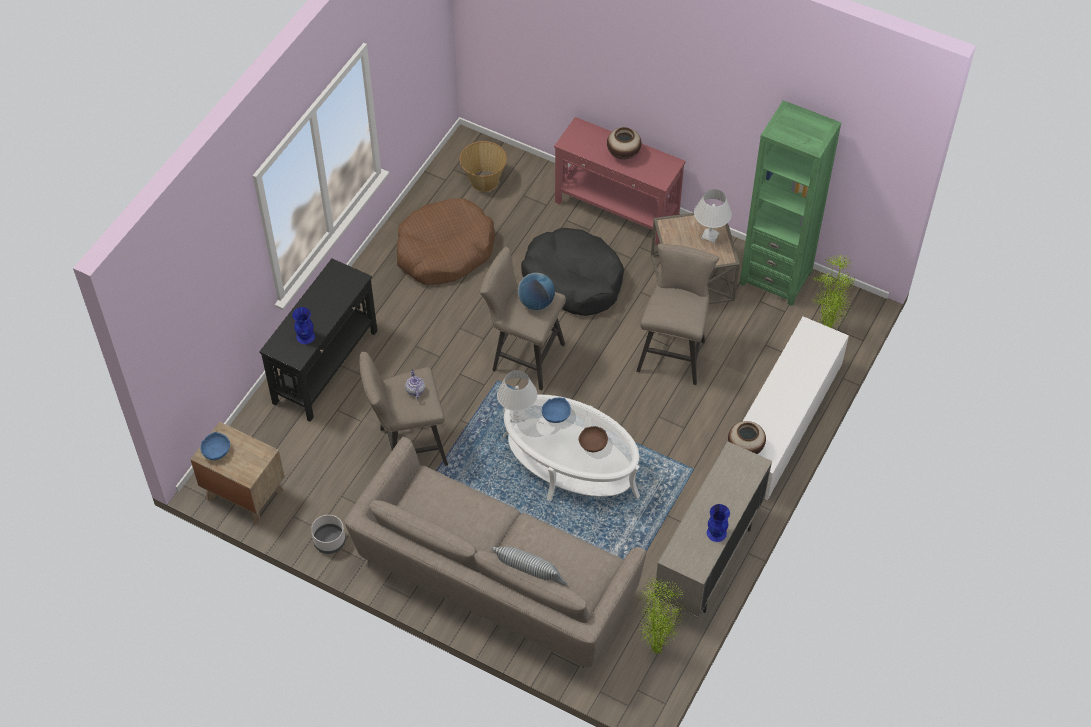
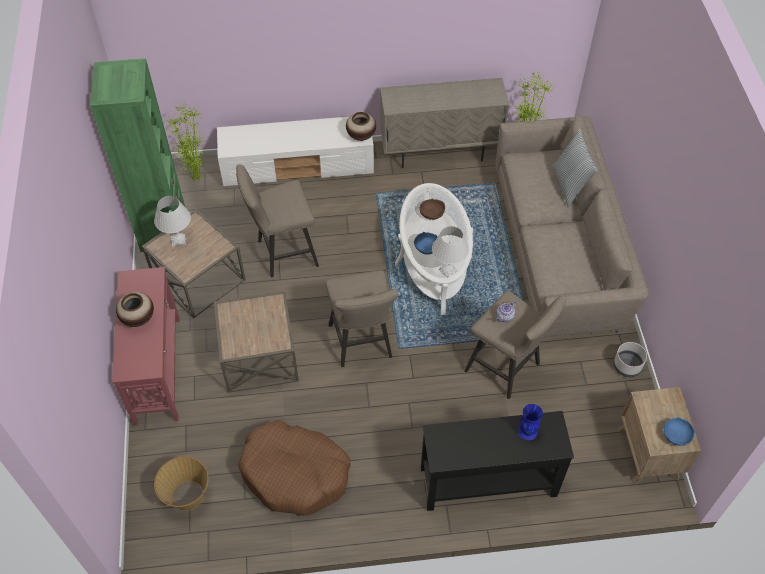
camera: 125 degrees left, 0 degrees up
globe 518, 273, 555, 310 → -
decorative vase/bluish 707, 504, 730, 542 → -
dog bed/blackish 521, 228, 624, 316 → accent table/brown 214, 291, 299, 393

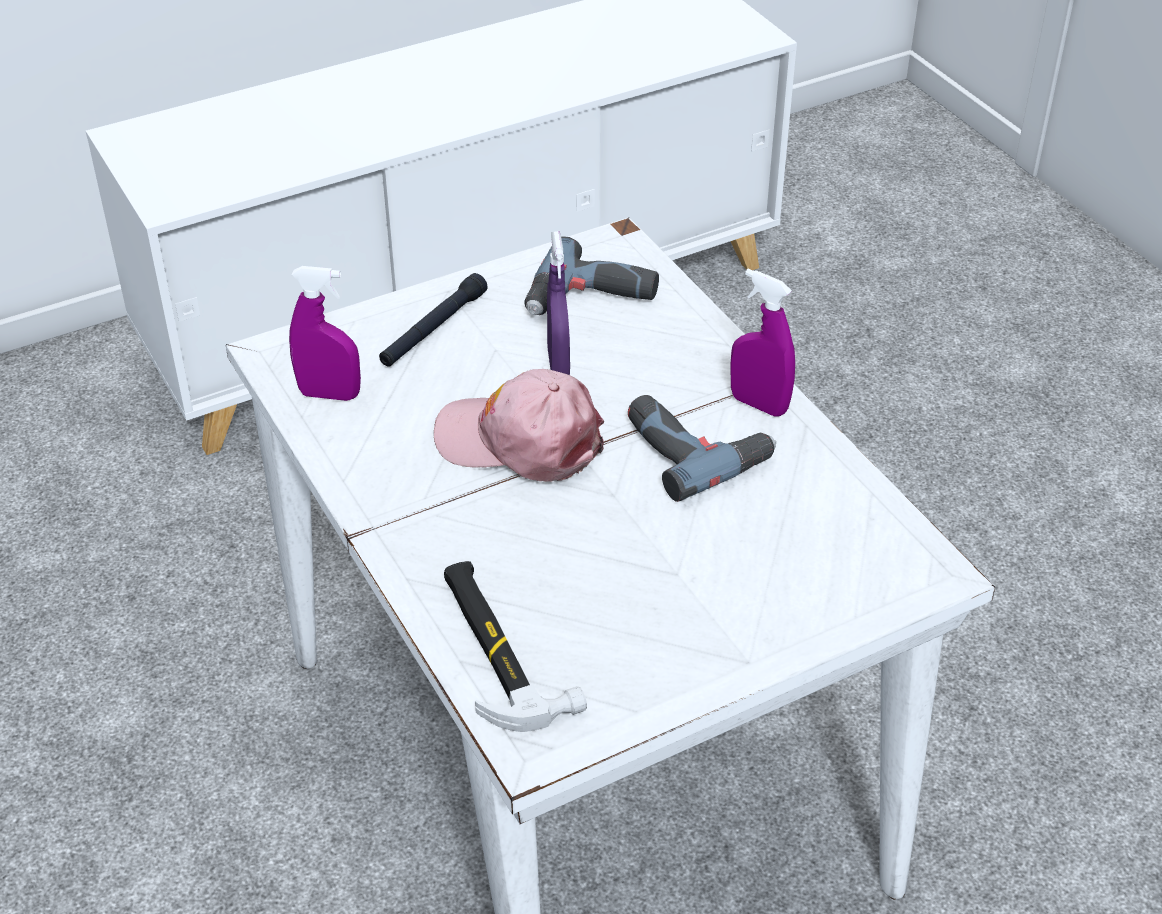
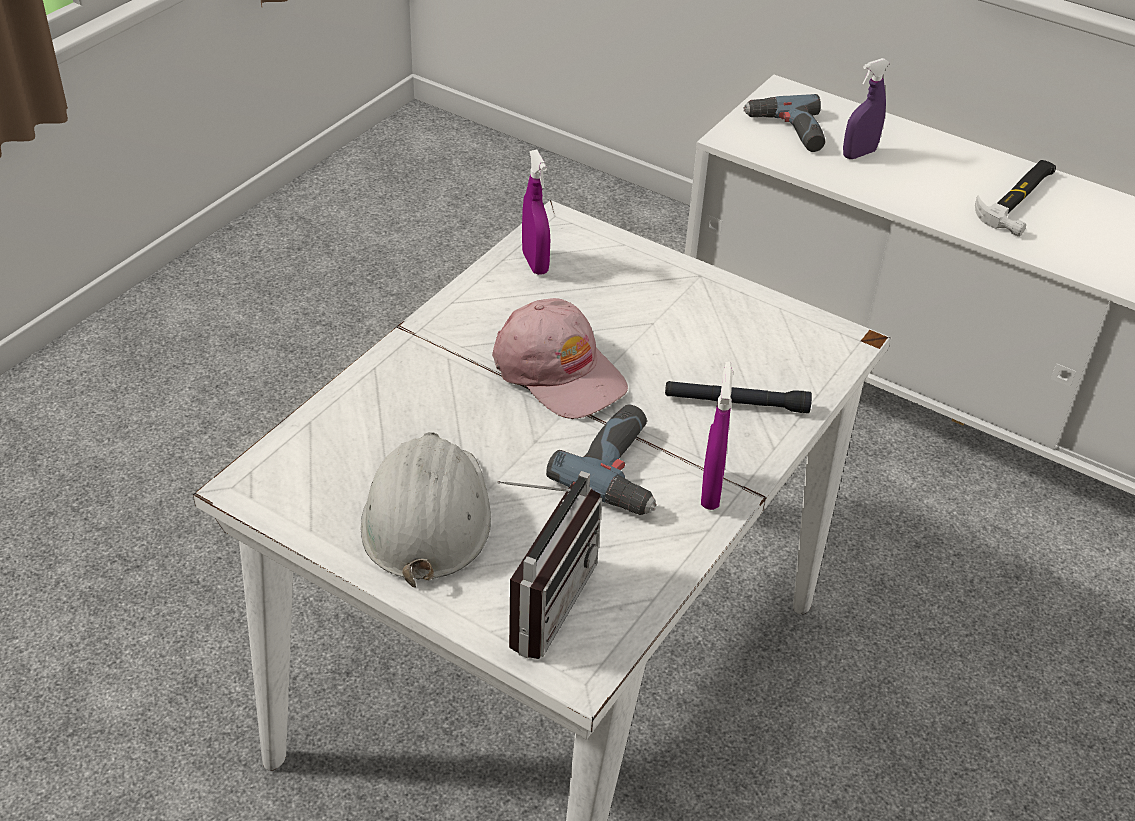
camera: 60 degrees right, 0 degrees up
- → safety helmet/whitish 361, 432, 491, 588
- → radio receiver 497, 471, 602, 659
flashlight/blackish 379, 273, 488, 367 → flashlight/blackish 665, 381, 812, 413, relocated
tool hammer 444, 561, 587, 732 → tool hammer 975, 160, 1056, 237, relocated
drill 524, 237, 659, 315 → drill 743, 94, 825, 152, relocated
spray bottle/purple-coloured 547, 231, 570, 375 → spray bottle/purple-coloured 843, 58, 890, 159, relocated
cap/pink-coloured 434, 369, 605, 482 → cap/pink-coloured 492, 298, 628, 419, 150 degrees clockwise

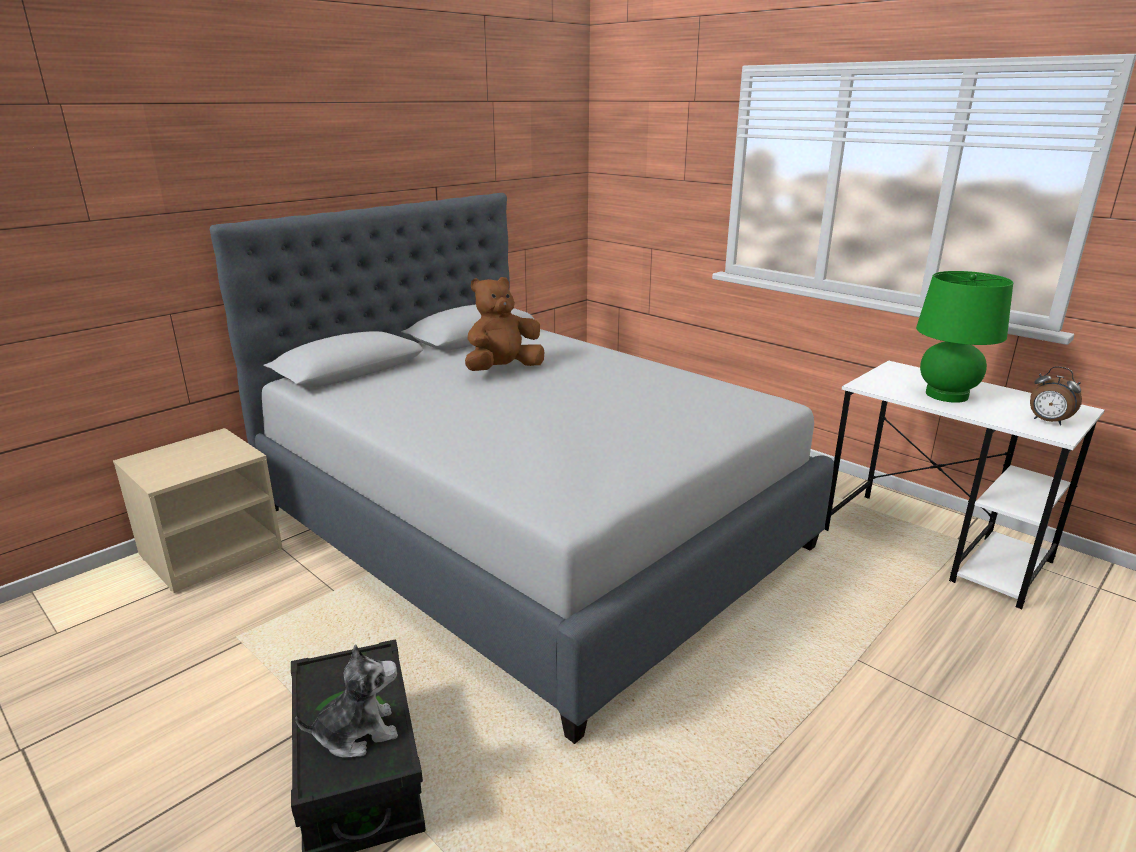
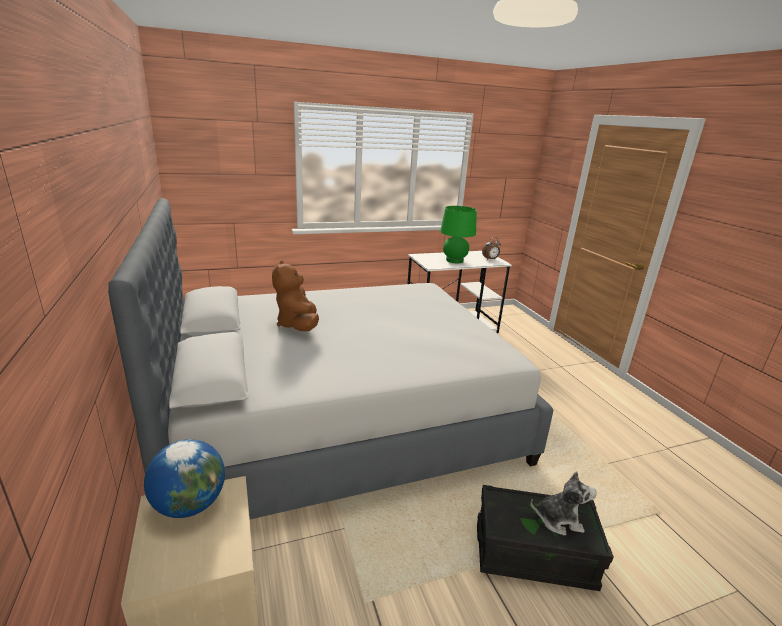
camera: 65 degrees left, 0 degrees up
- → globe 144, 439, 225, 518
plush toy 295, 644, 398, 758 → plush toy 531, 471, 597, 535, 90 degrees clockwise

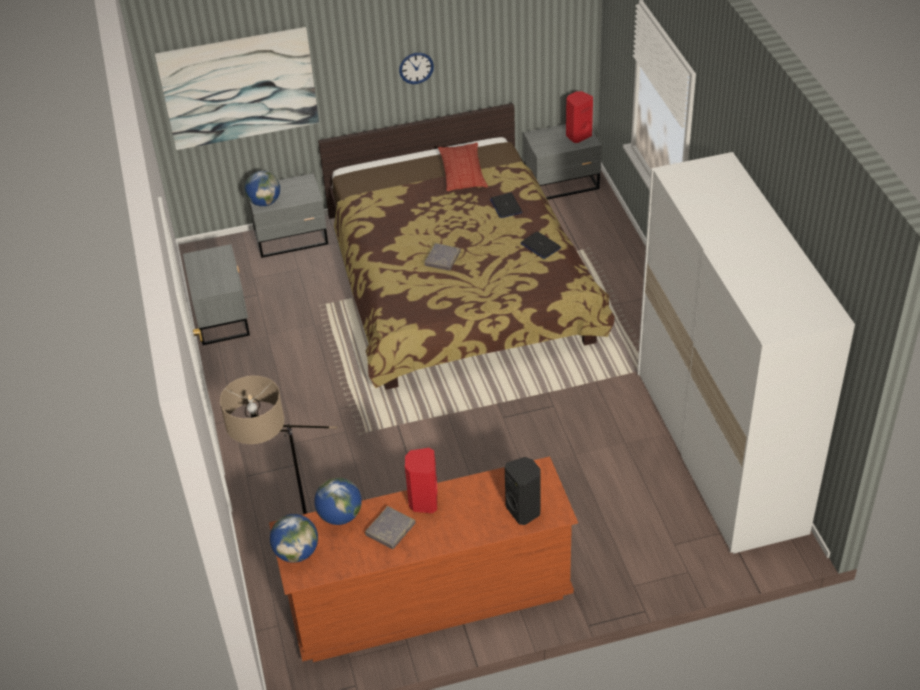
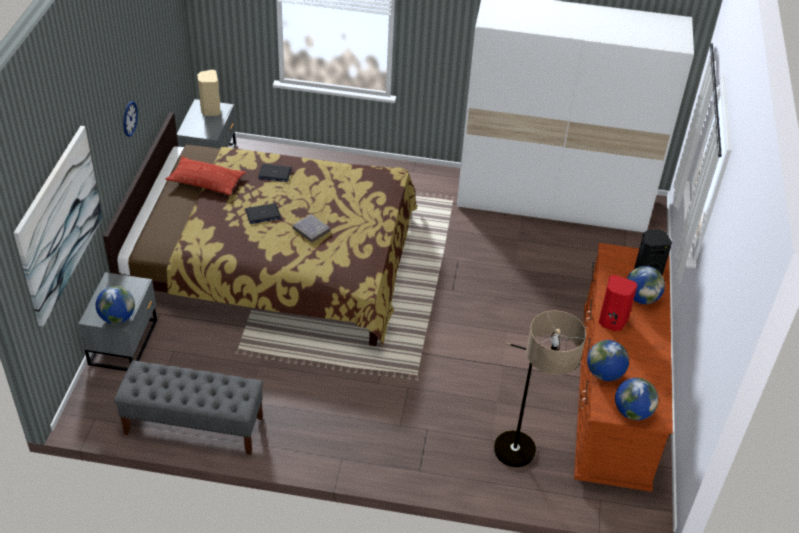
camera: 70 degrees left, 0 degrees up
book/greyish 365, 506, 415, 549 → -
- → globe 627, 266, 665, 304
portable computer 521, 232, 561, 259 → portable computer 245, 203, 281, 224, relocated
night table/greyish 183, 244, 250, 345 → bench/greyish 114, 360, 263, 455
loudspeaker/red 566, 91, 593, 143 → loudspeaker/beige-coloured 197, 70, 221, 116

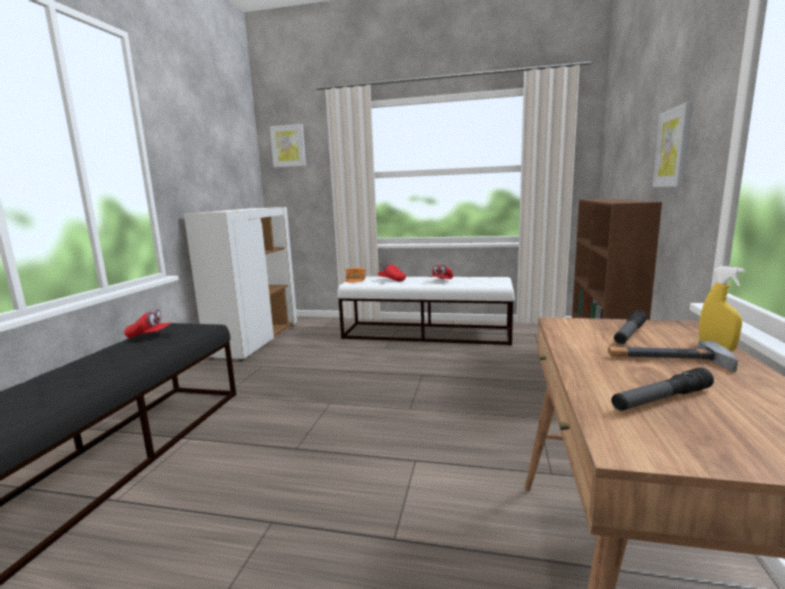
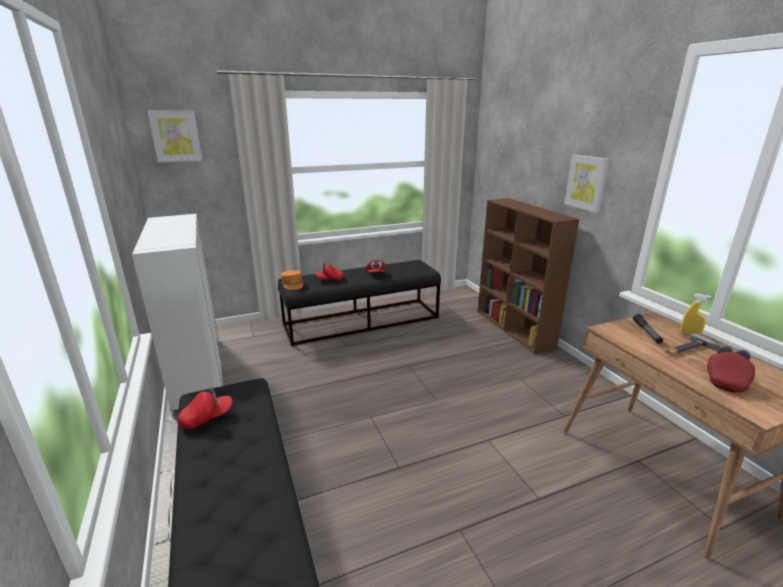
camera: 35 degrees left, 10 degrees up
flashlight 611, 368, 714, 411 → cap/red 707, 346, 755, 393
bench/whitish 337, 276, 515, 345 → bench/blackish 278, 260, 441, 346

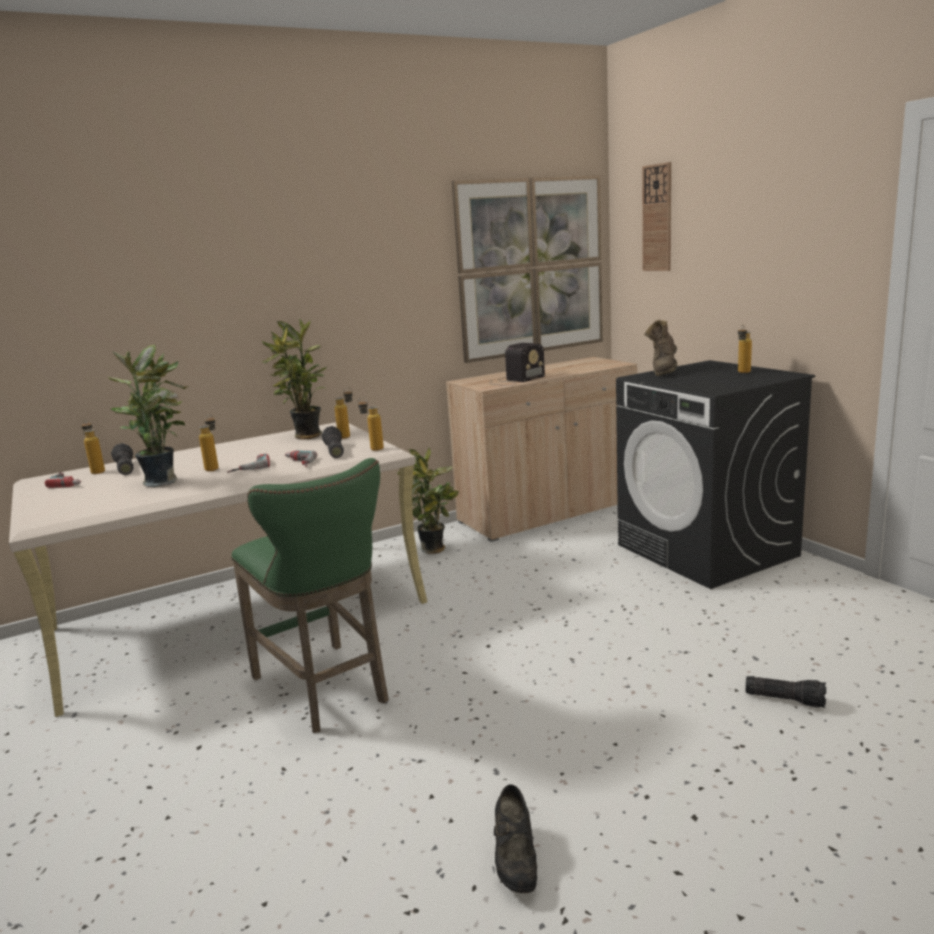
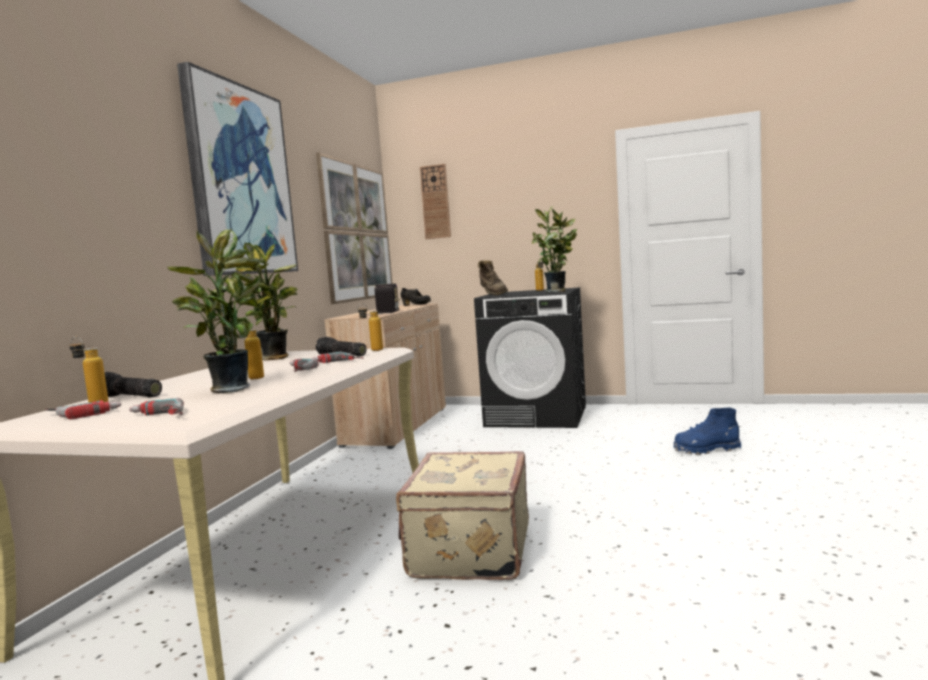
camera: 45 degrees left, 10 degrees down
bottle 335, 387, 353, 439 → -
- → drill 129, 398, 184, 416
- → picture 177, 62, 298, 276
houseplant 397, 448, 459, 554 → houseplant 532, 206, 577, 292, relocated
item of footwear/blackish 494, 784, 537, 893 → item of footwear/blackish 401, 288, 431, 306, relocated
stool/green-coloured 231, 458, 389, 733 → suitcase/beige-coloured 396, 451, 529, 580
flashlight 745, 676, 826, 708 → tall boot/bluish 674, 408, 741, 455

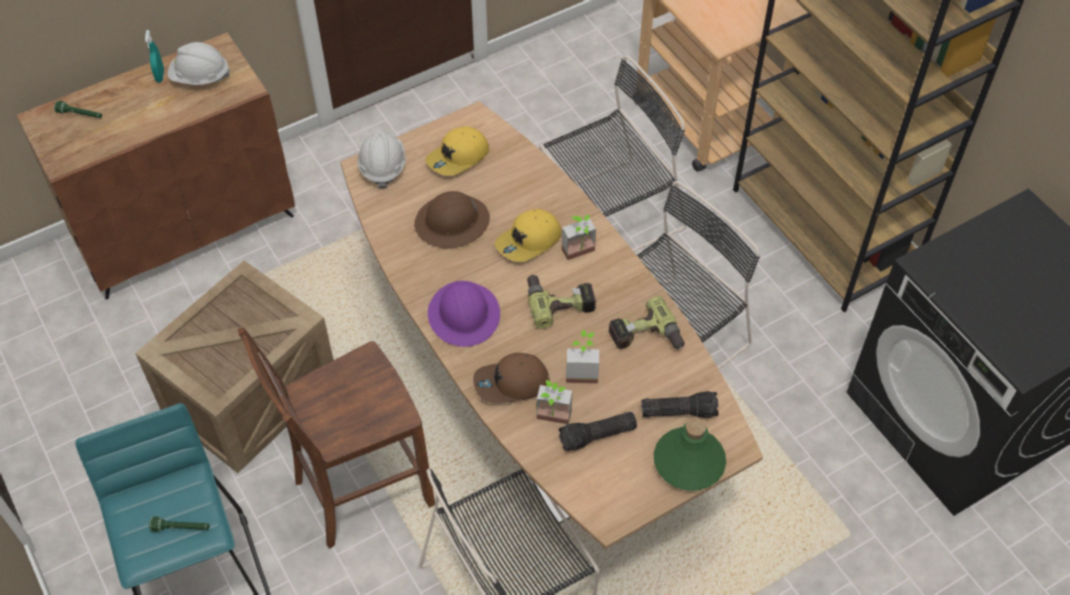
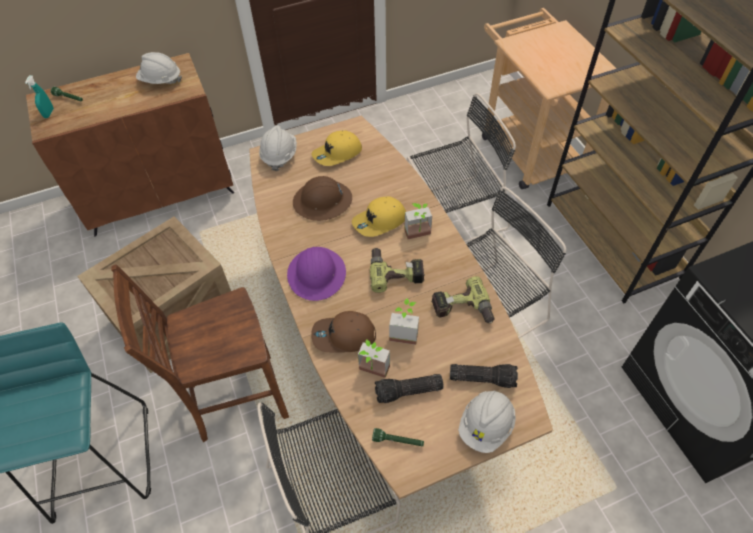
camera: 10 degrees right, 0 degrees up
spray bottle/blue-green 145, 30, 164, 83 → spray bottle/blue-green 25, 75, 54, 118, relocated
flashlight/green-coloured 149, 517, 210, 532 → flashlight/green-coloured 372, 428, 424, 446, relocated
bottle/green-coloured 654, 418, 726, 491 → safety helmet/whitish 458, 391, 516, 453

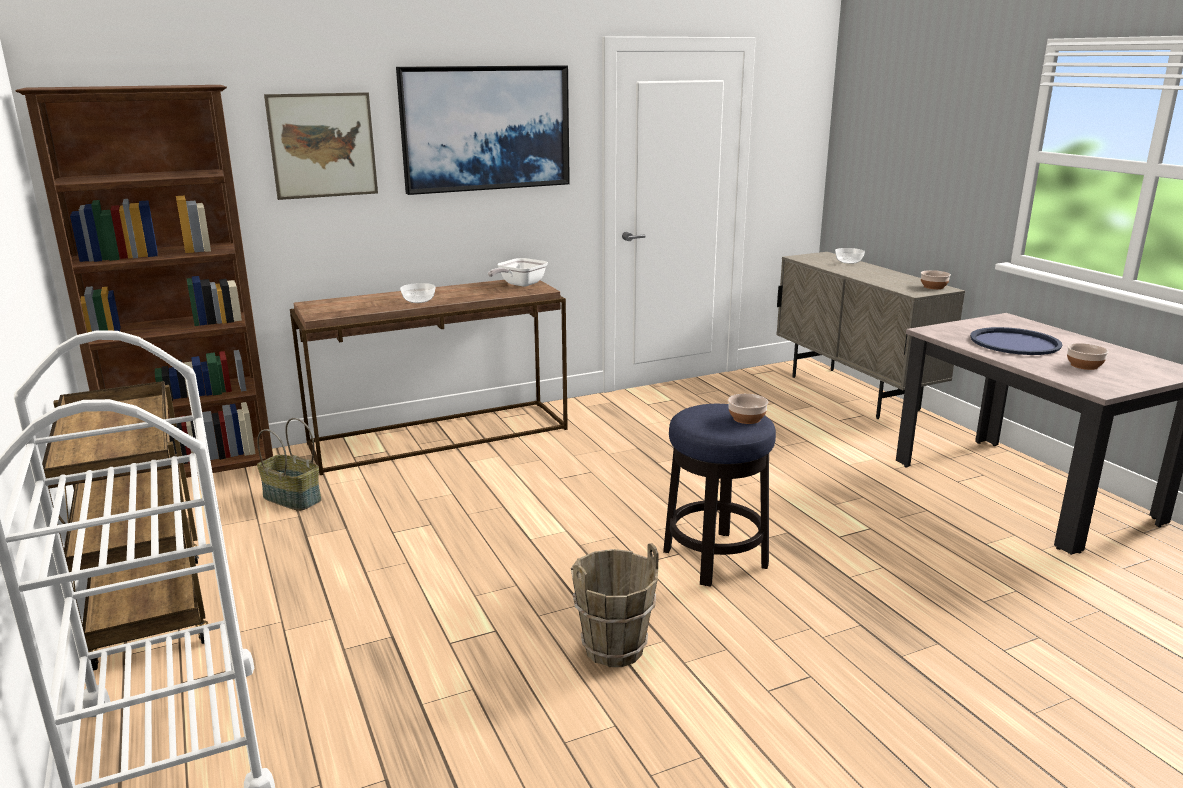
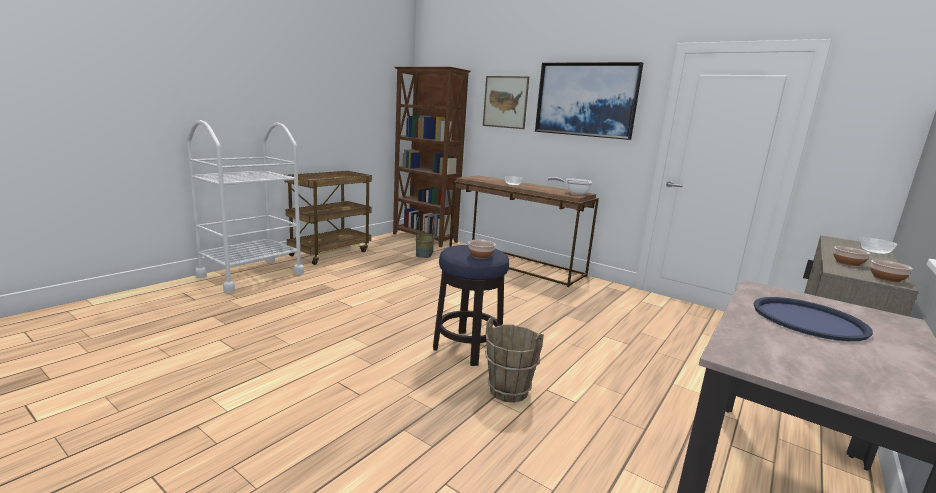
camera: 60 degrees right, 5 degrees down
bucket/brown 571, 543, 659, 667 → bucket/brown 485, 317, 544, 403, relocated
serving bowl 1067, 343, 1108, 370 → serving bowl 833, 246, 870, 266, relocated

